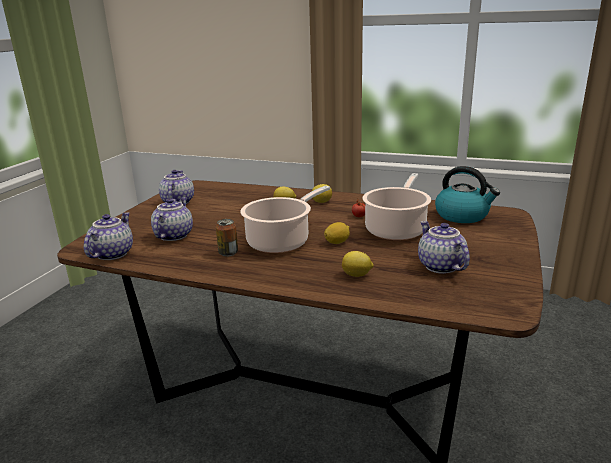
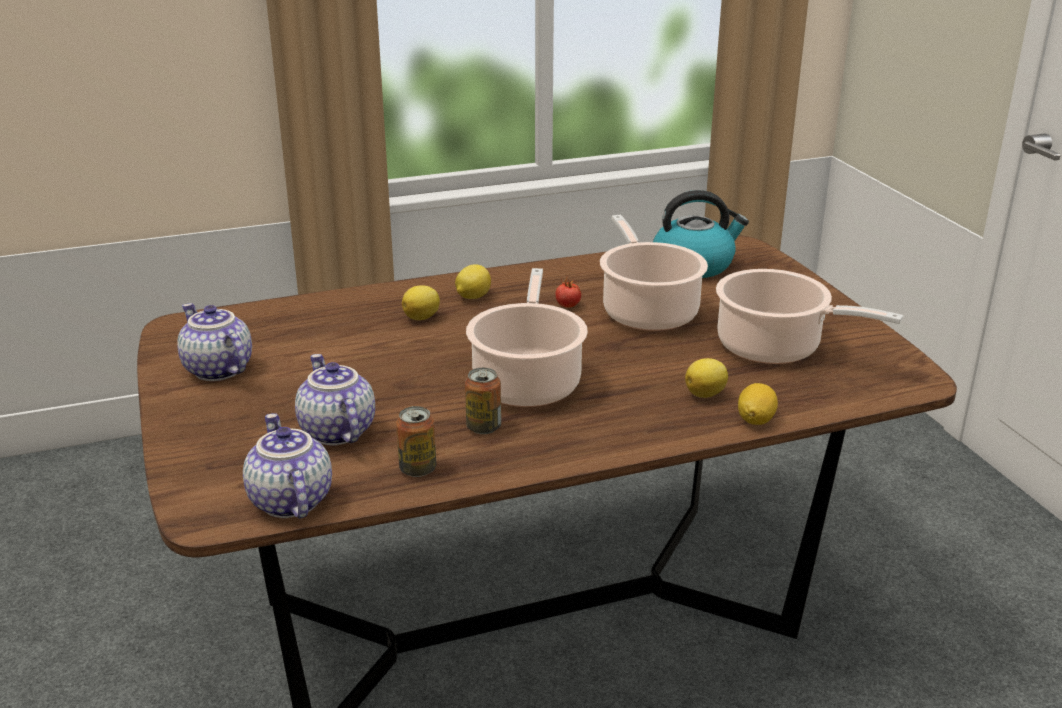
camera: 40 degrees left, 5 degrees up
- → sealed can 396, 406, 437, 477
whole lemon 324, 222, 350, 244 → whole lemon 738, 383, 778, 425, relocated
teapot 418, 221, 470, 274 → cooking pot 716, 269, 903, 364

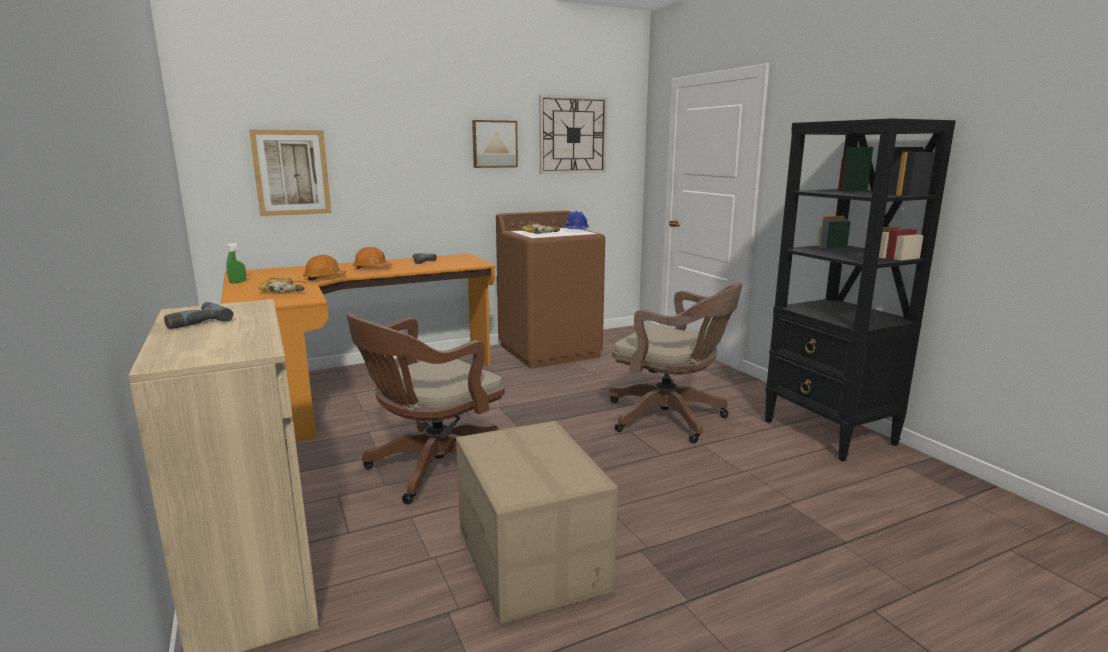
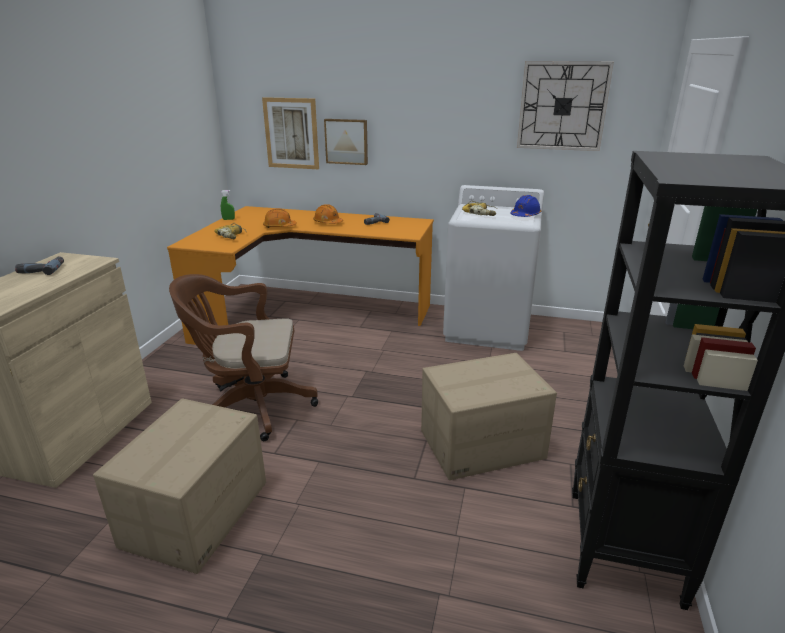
camera: 40 degrees right, 10 degrees up
picture 472, 120, 518, 168 → picture 324, 119, 368, 165, relocated
computer chair/brown 609, 283, 743, 443 → packing box 421, 353, 557, 480
laundry appliance/brown 496, 210, 605, 369 → laundry appliance/whitish 443, 185, 544, 351

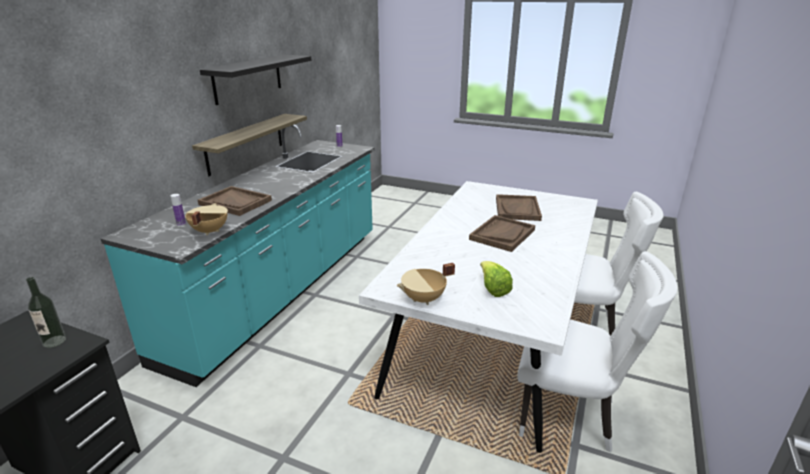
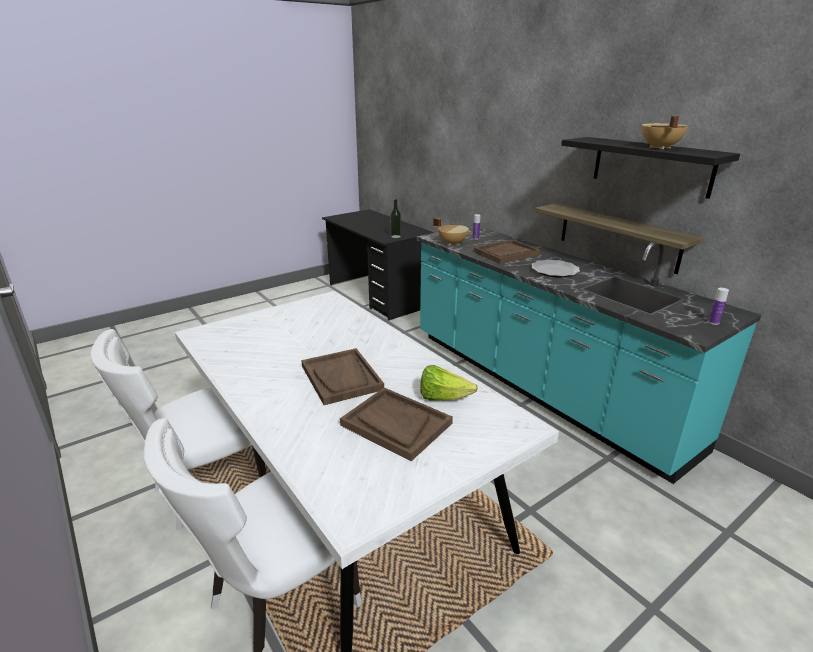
camera: 120 degrees right, 0 degrees up
- → flat dish 532, 260, 580, 278
cooking pot/beige-coloured 397, 263, 455, 305 → cooking pot/beige-coloured 642, 116, 688, 149, relocated
lettuce 480, 261, 513, 297 → lettuce 420, 365, 478, 401, relocated

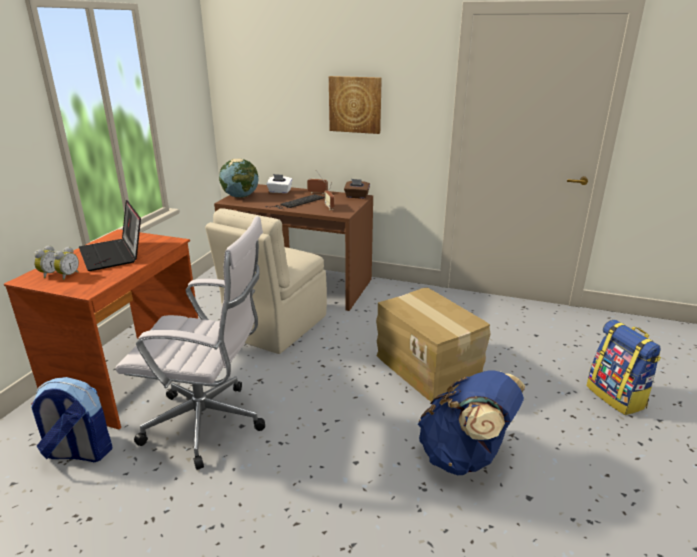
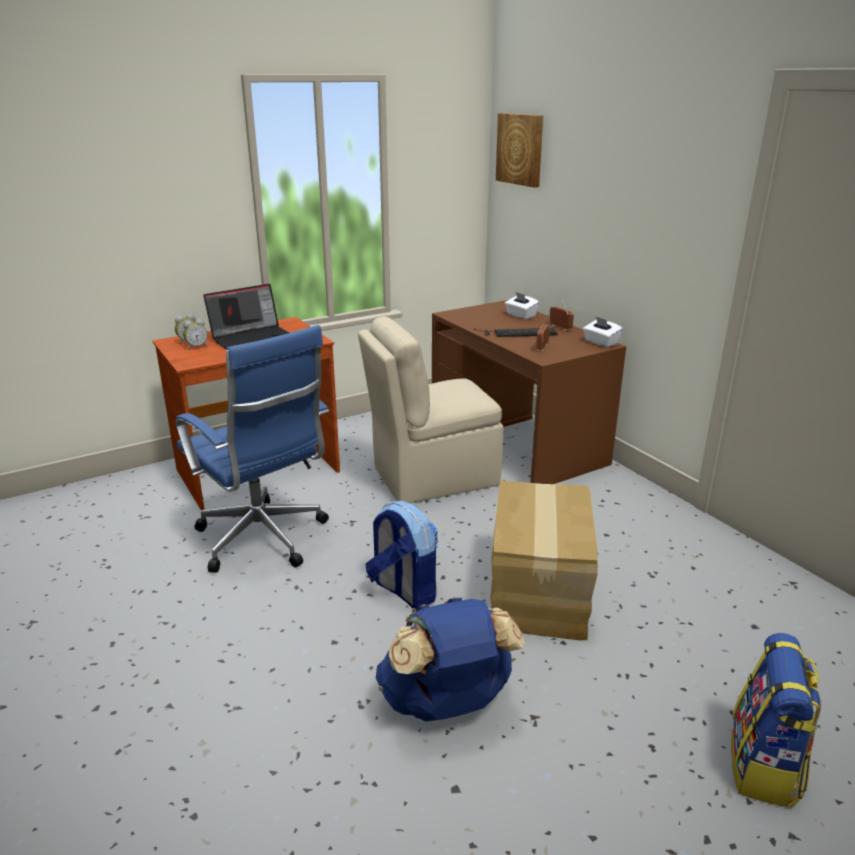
camera: 40 degrees right, 0 degrees up
globe 219, 158, 258, 198 → -
backpack 31, 377, 113, 462 → backpack 365, 501, 438, 608, relocated
picture 329, 76, 382, 134 → picture 496, 113, 543, 188, relocated
computer chair/whitish 115, 216, 265, 470 → computer chair/bluish 175, 325, 329, 573
tissue box/brown 344, 179, 370, 199 → tissue box/whitish 583, 316, 623, 348
portable computer 79, 200, 141, 271 → portable computer 203, 284, 289, 349, 135 degrees counterclockwise

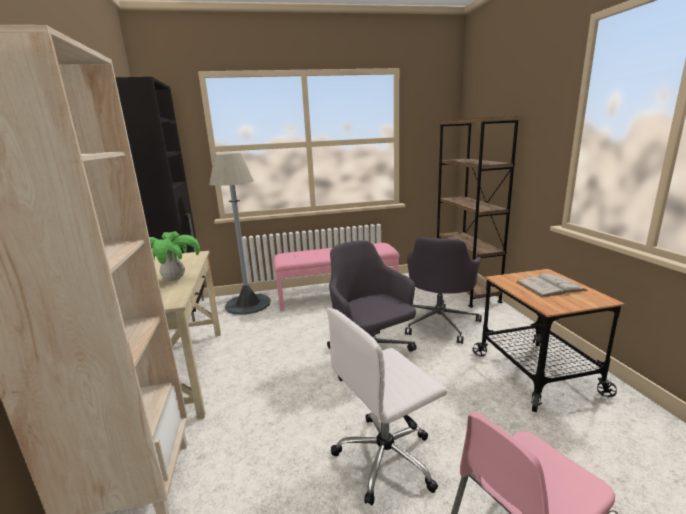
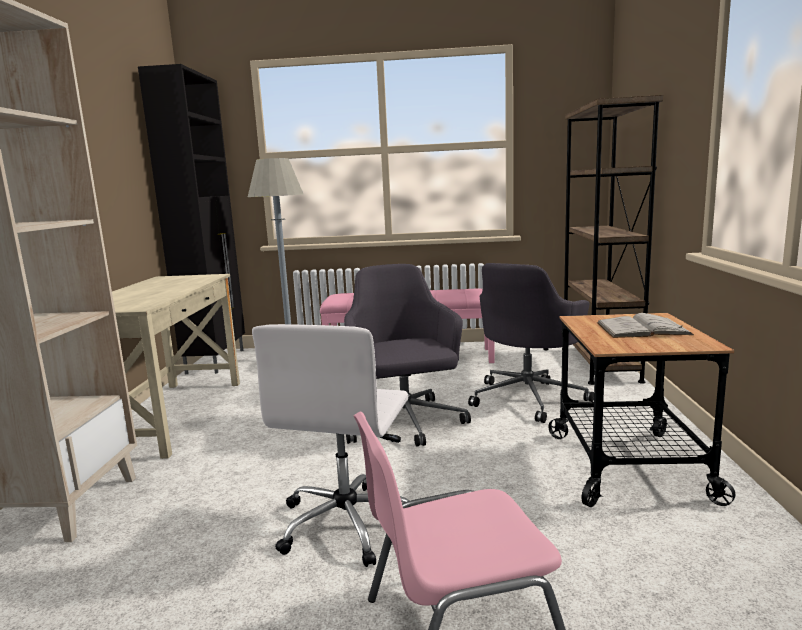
camera: 15 degrees right, 5 degrees down
houseplant 149, 231, 200, 281 → -
computer chair/whitish 327, 308, 447, 506 → computer chair/whitish 252, 324, 409, 567, 60 degrees counterclockwise

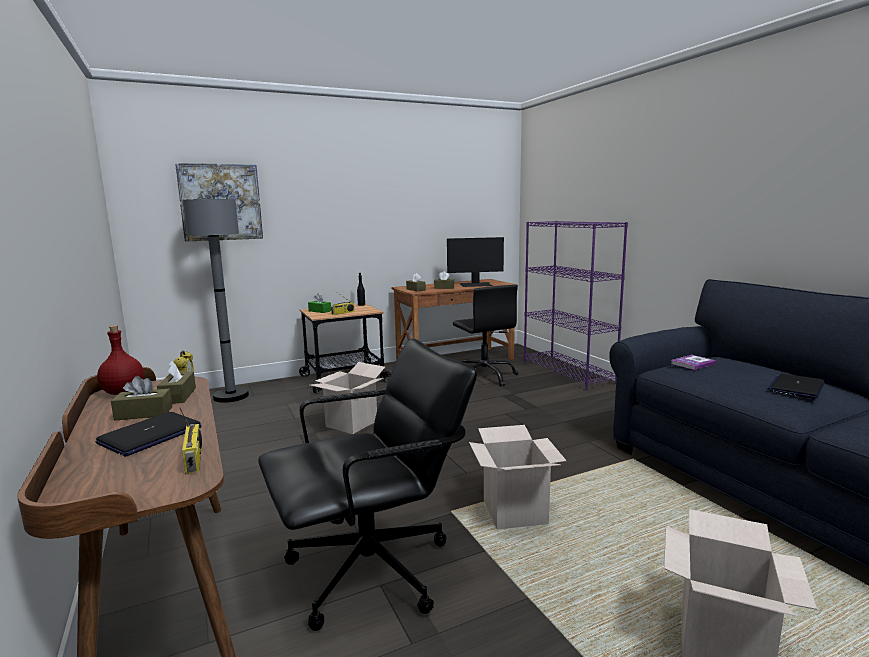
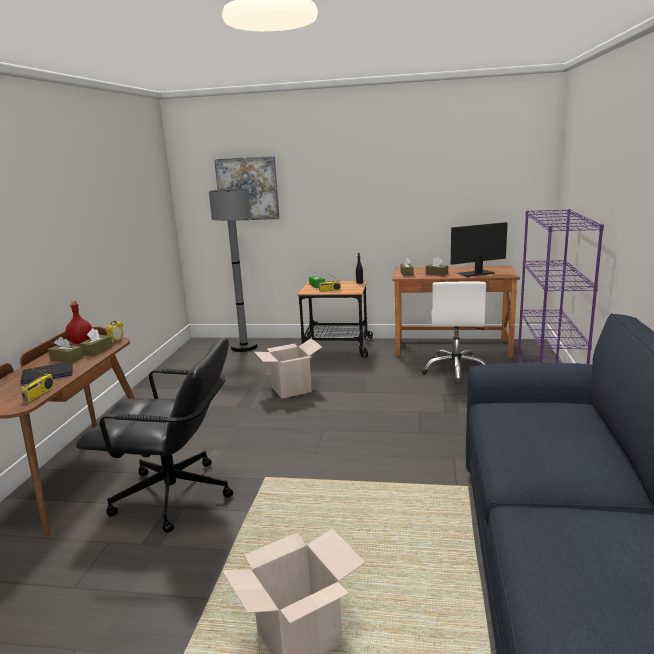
camera: 35 degrees right, 5 degrees up
packing box 469, 425, 567, 530 → -
book 671, 355, 716, 370 → -
portable computer 767, 374, 825, 399 → -
computer chair/blackish 453, 285, 518, 386 → computer chair/whitish 421, 282, 486, 384
computer screen 447, 237, 504, 287 → computer screen 451, 222, 508, 277, 135 degrees clockwise

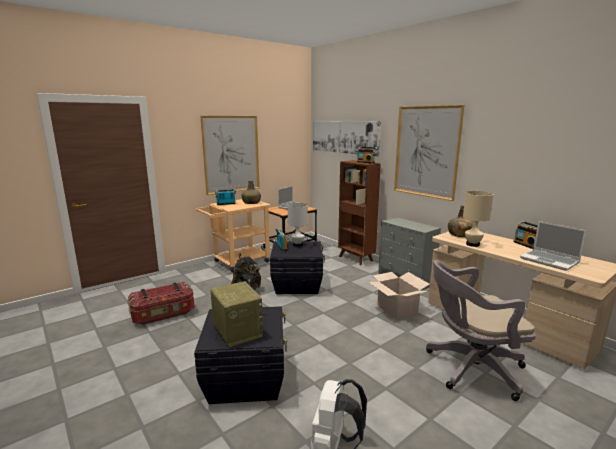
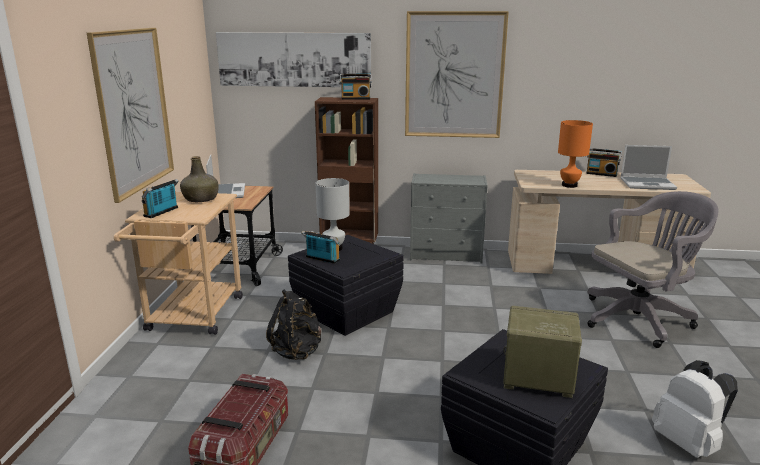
camera: 45 degrees left, 5 degrees up
packing box 369, 272, 430, 320 → -
bottle/green-coloured 448, 206, 473, 237 → -
lamp for a table/beige-coloured 463, 191, 494, 247 → lamp for a table/orange 558, 120, 593, 188
computer chair/greyish 426, 260, 536, 401 → computer chair/greyish 587, 191, 719, 348, 150 degrees counterclockwise

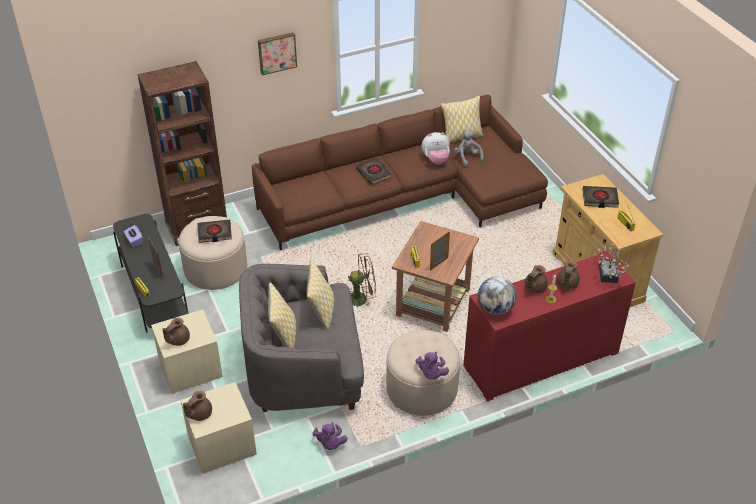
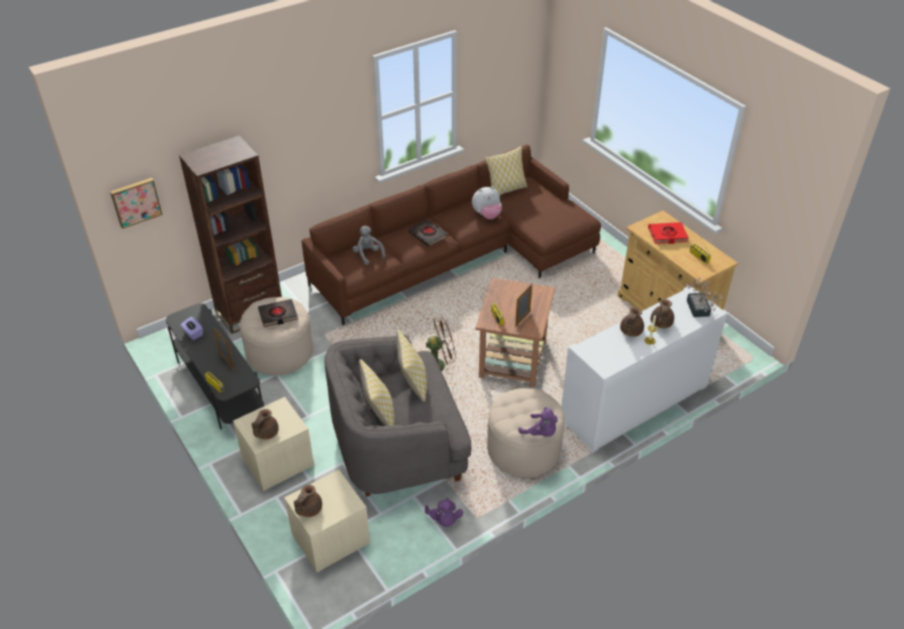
camera: 10 degrees left, 0 degrees up
globe 478, 276, 517, 315 → -
picture 258, 32, 297, 75 → picture 110, 178, 163, 229, relocated
plush toy/greyish 454, 130, 484, 166 → plush toy/greyish 353, 226, 385, 265, relocated
storage cabinet/red 463, 251, 636, 402 → storage cabinet/whitish 561, 286, 727, 453
book/blackish 582, 186, 619, 208 → book/red 648, 222, 689, 244
plush toy/purple-coloured 416, 352, 449, 379 → plush toy/purple-coloured 518, 407, 557, 437, 45 degrees counterclockwise

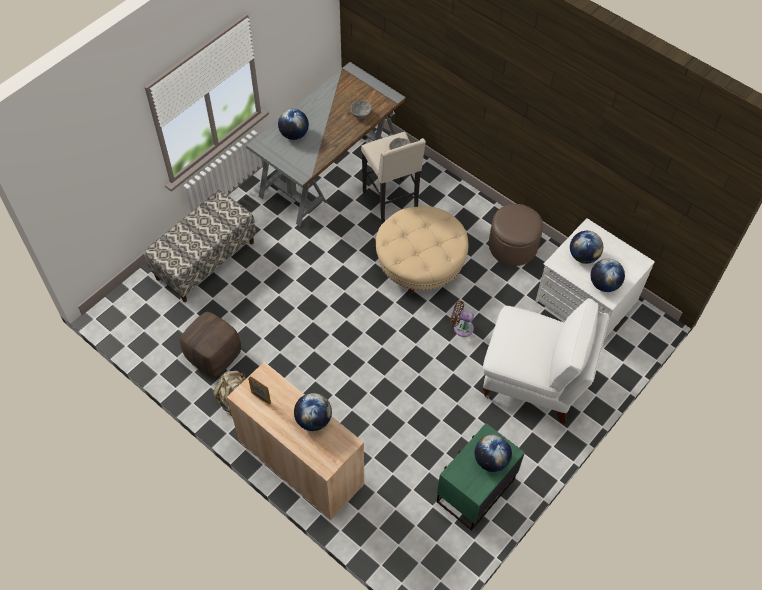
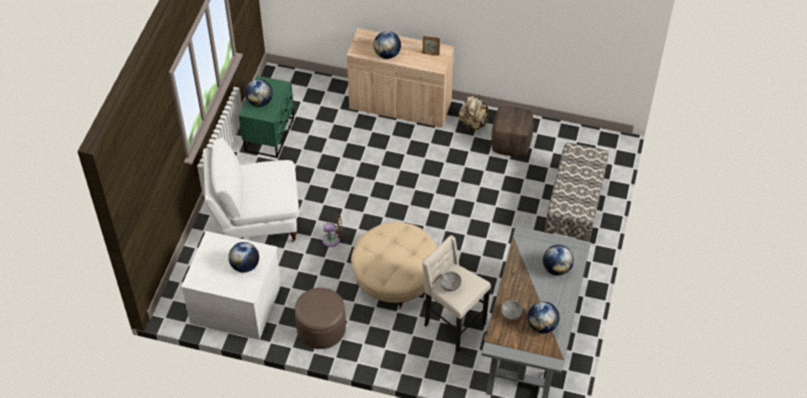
camera: 155 degrees right, 5 degrees down
globe 591, 259, 625, 292 → globe 528, 302, 559, 333, relocated

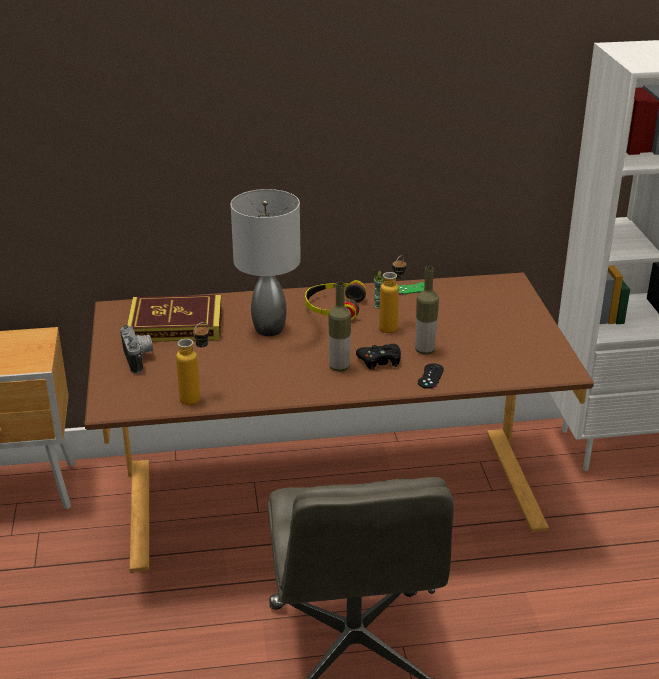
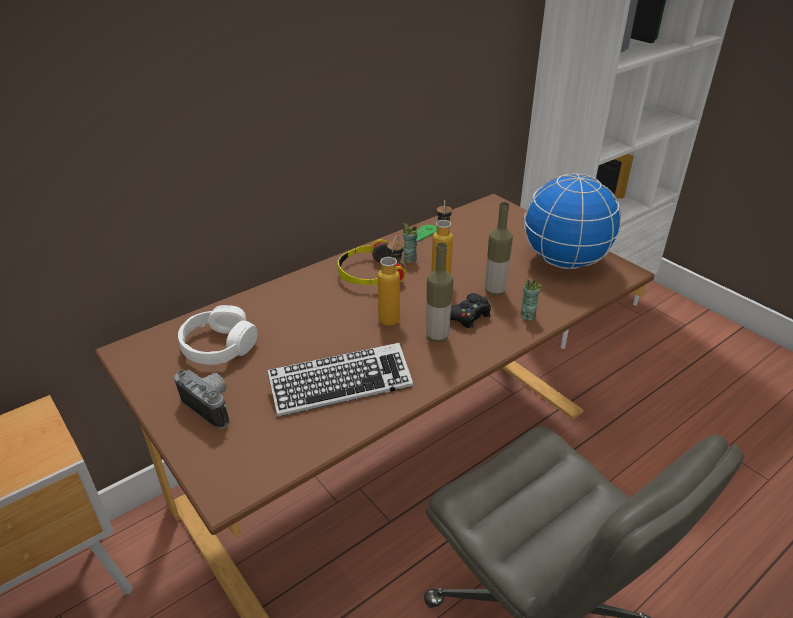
camera: 30 degrees left, 5 degrees up
lamp for a table/greyish 231, 189, 301, 336 → -
- → computer keyboard 267, 343, 413, 417
- → globe 524, 173, 621, 269
bottle 176, 322, 209, 406 → bottle 378, 236, 403, 326, relocated
book 127, 295, 222, 342 → headphones/whitish 178, 305, 257, 365
joypad/blackish 418, 363, 444, 389 → small cup 521, 278, 542, 321

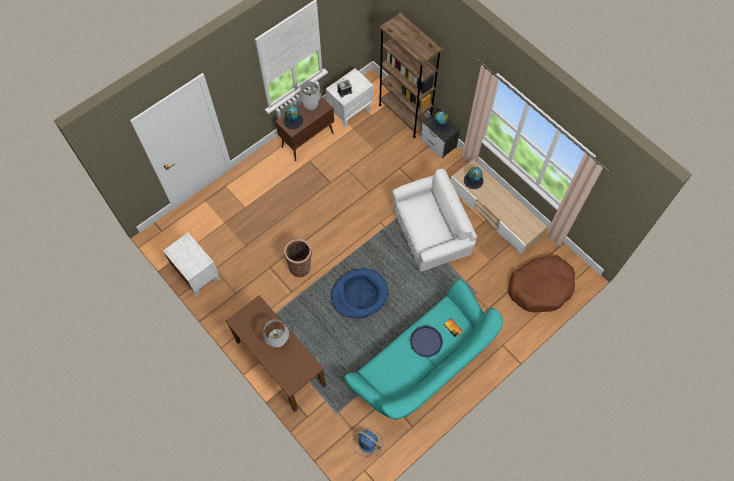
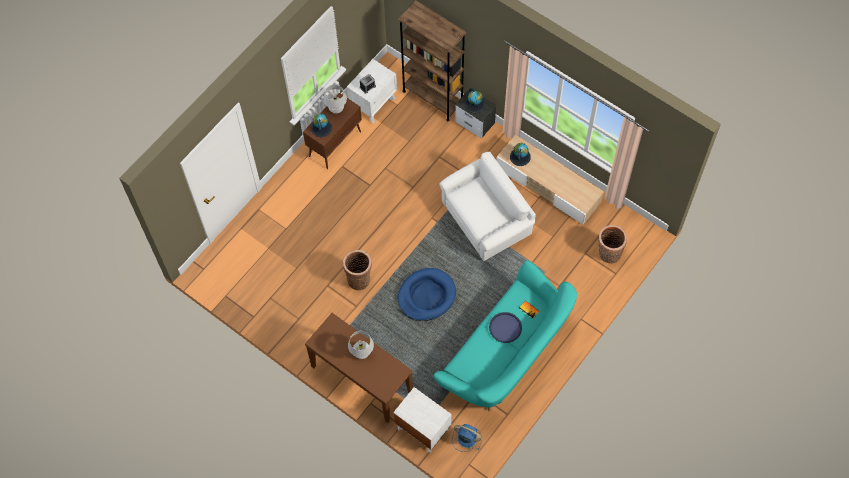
camera: 10 degrees left, 0 degrees up
night table/whitish 163, 233, 219, 296 → night table/whitish 393, 387, 451, 452, relocated
dog bed/brown 508, 256, 575, 312 → household basket 598, 225, 627, 264

